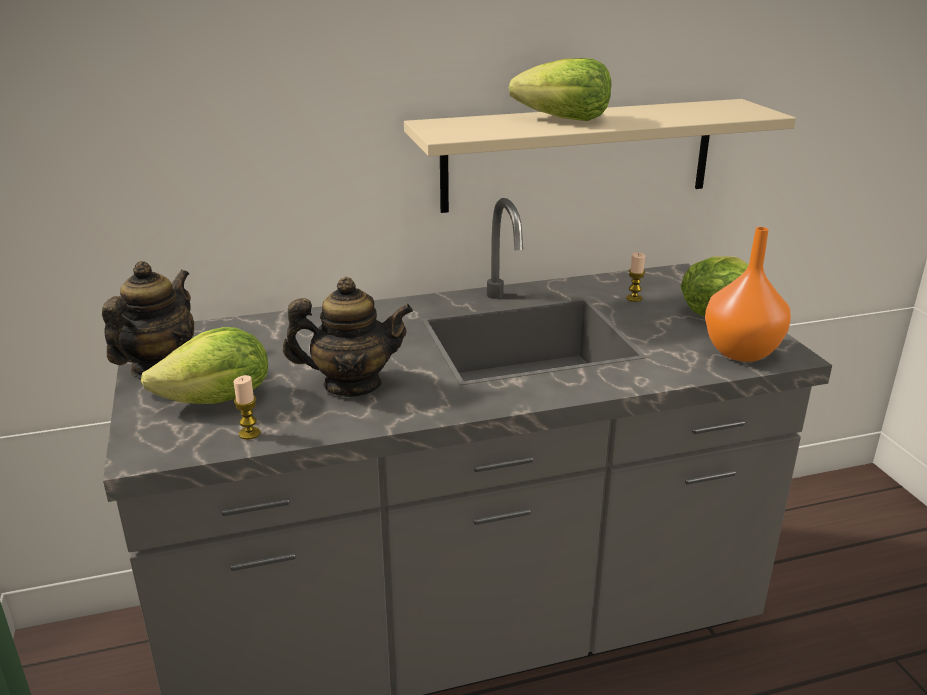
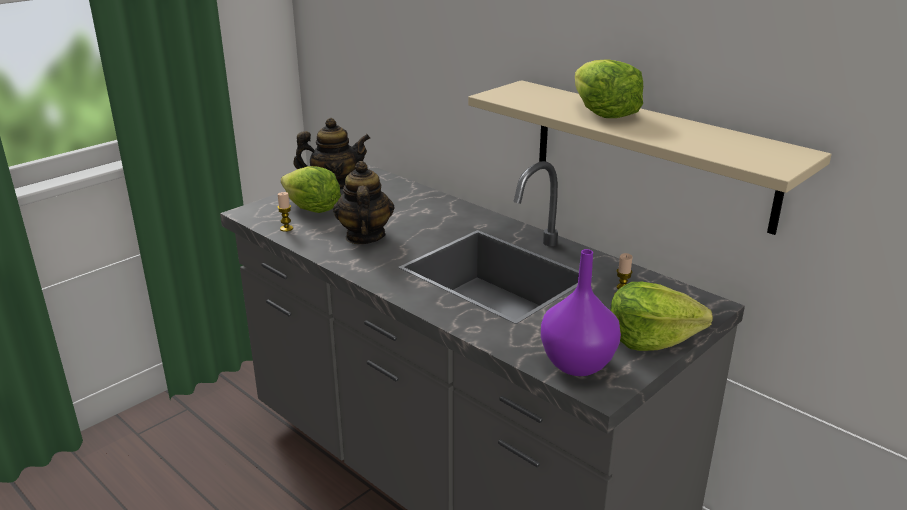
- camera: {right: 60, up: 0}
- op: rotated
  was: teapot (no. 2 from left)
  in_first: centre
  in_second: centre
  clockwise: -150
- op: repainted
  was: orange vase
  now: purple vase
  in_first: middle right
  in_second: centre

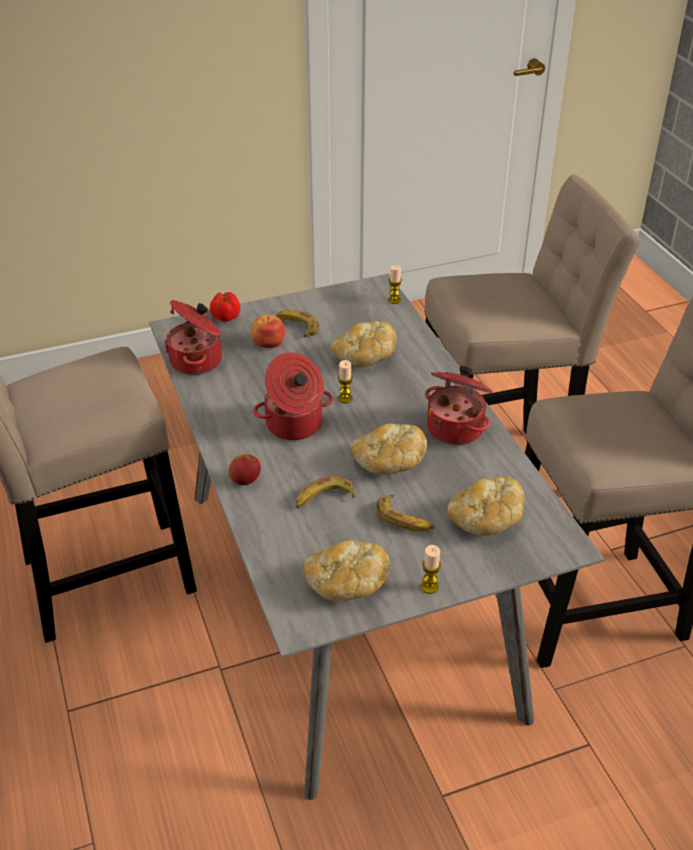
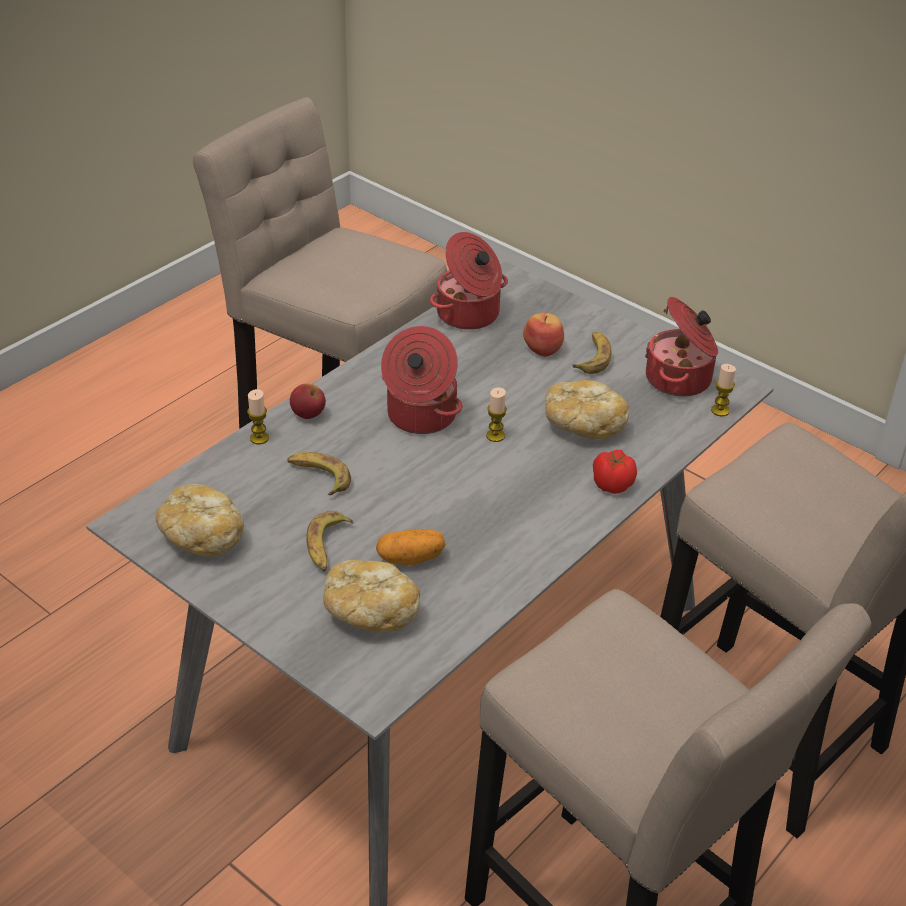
- camera: {right: 60, up: 0}
- op: shifted
  was: tomato
  in_first: middle left
  in_second: middle right
- op: gone
  was: bread (no. 3 from left)
  in_first: centre
- op: shifted
  was: candle (no. 3 from left in the first image)
  now: candle (no. 1 from left)
  in_first: bottom centre
  in_second: middle left
- op: shifted
  was: cooking pot (no. 3 from left)
  in_first: centre
  in_second: middle right
- op: new
  now: potato
  in_second: centre

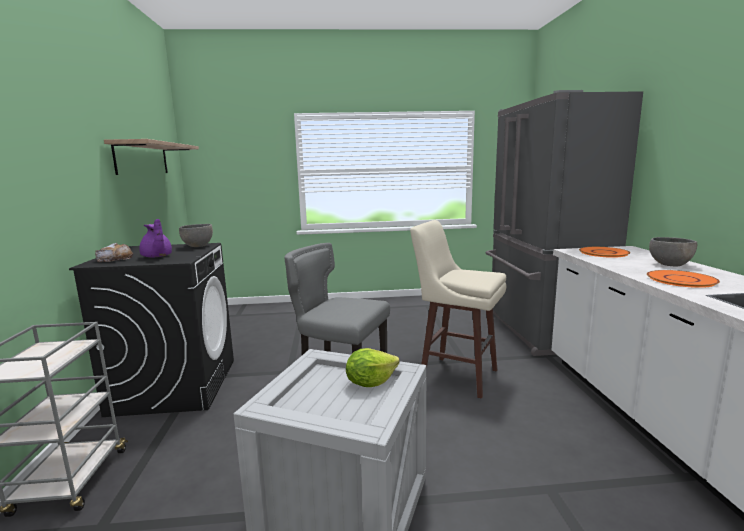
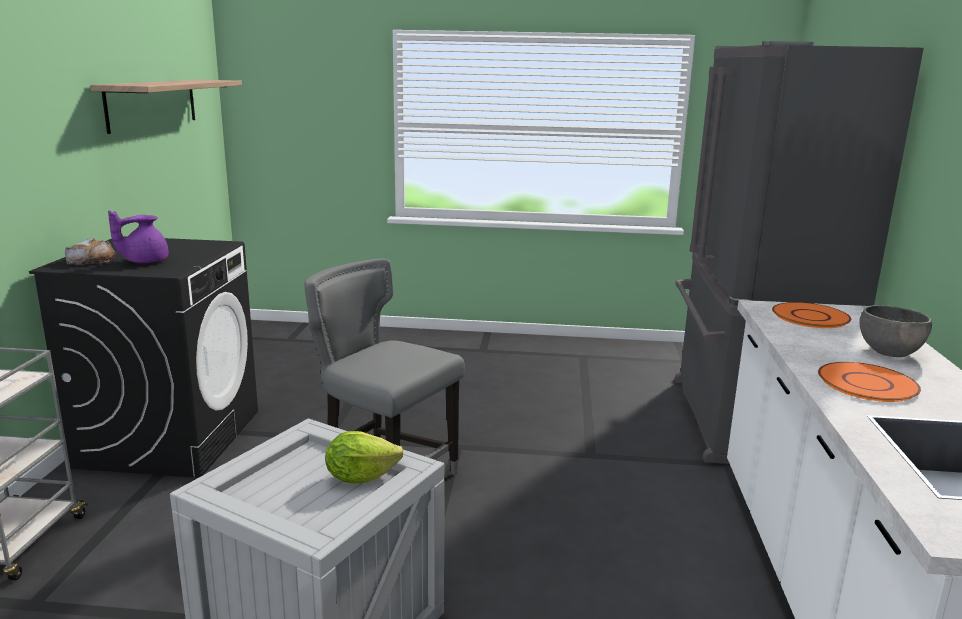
- camera: {right: 10, up: 5}
- op: rotated
  was: purple teapot
  in_first: middle left
  in_second: middle left
  clockwise: 75
- op: gone
  was: grey bowl (no. 1 from left)
  in_first: middle left
- op: gone
  was: beige stool
  in_first: centre

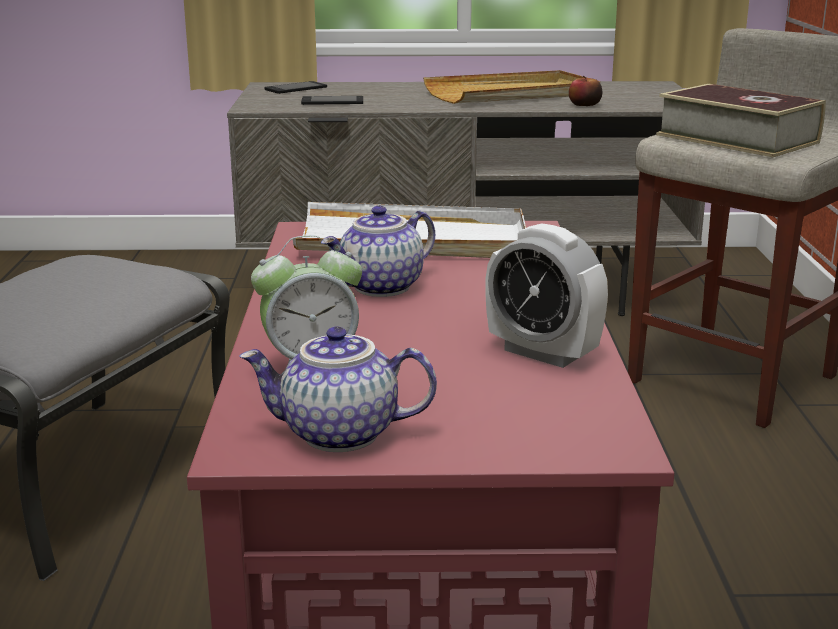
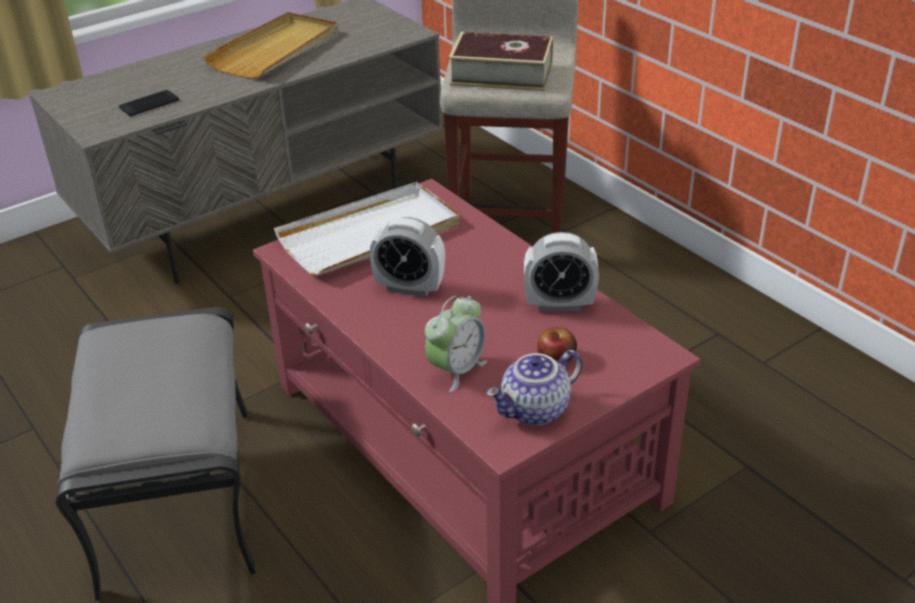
- camera: {right: -35, up: 15}
- op: gone
  was: phone (no. 1 from left)
  in_first: top centre
- op: swapped
  was: teapot (no. 2 from left)
  now: alarm clock (no. 1 from left)
  in_first: centre
  in_second: centre
- op: shifted
  was: apple
  in_first: top right
  in_second: centre

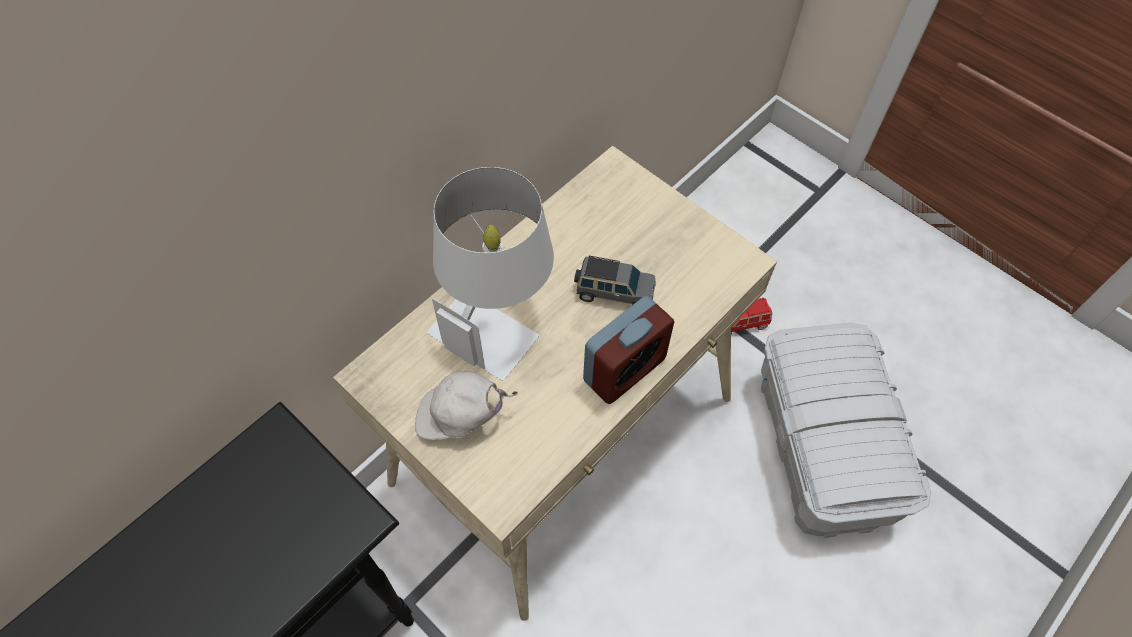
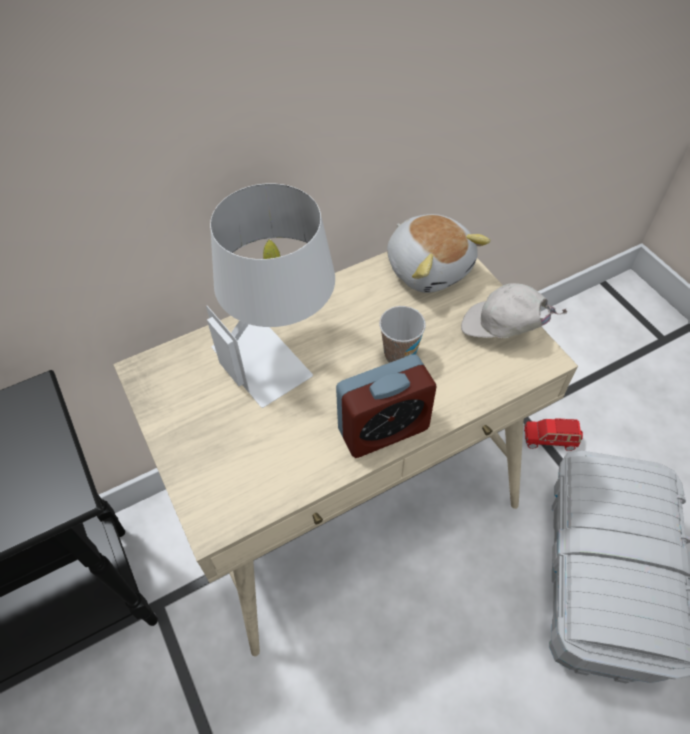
- camera: {right: 20, up: -5}
- op: shifted
  was: white cap
  in_first: centre
  in_second: middle right
- op: swapped
  was: grey toy car
  now: cup
  in_first: centre
  in_second: centre
- op: new
  now: plush toy
  in_second: centre

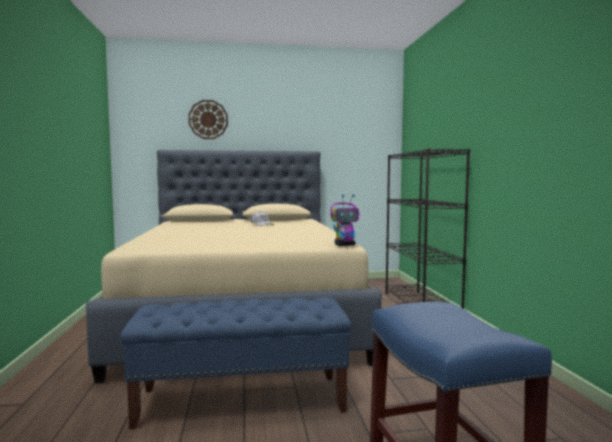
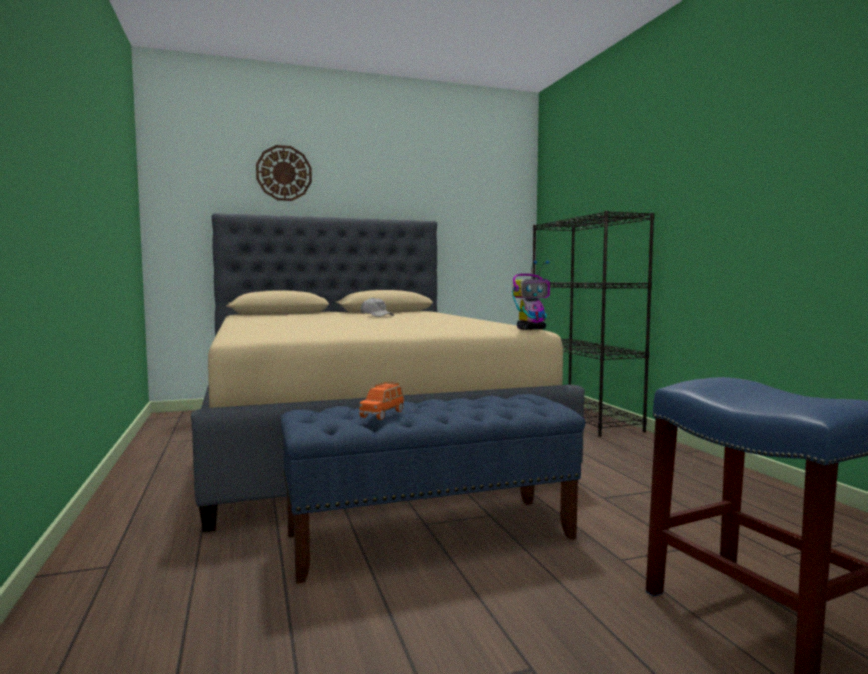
- camera: {right: -10, up: 0}
- op: new
  now: orange toy car
  in_second: centre

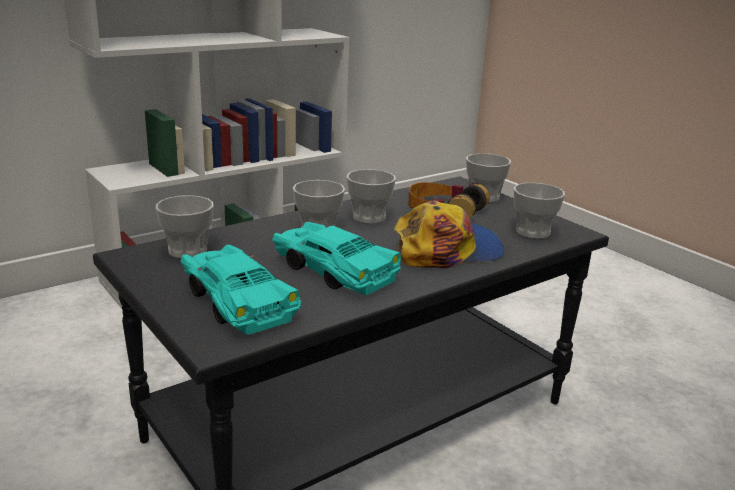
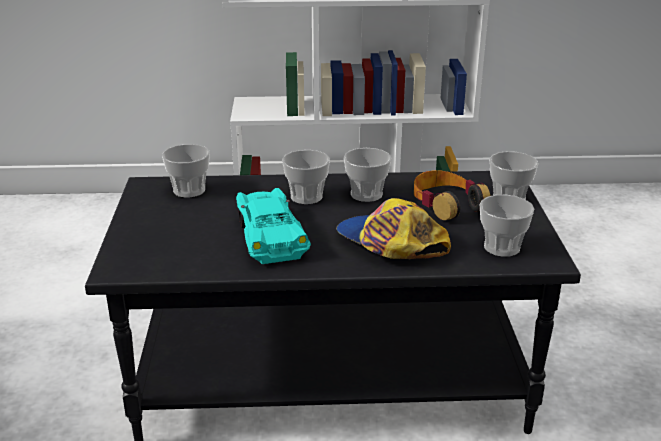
- camera: {right: 35, up: 5}
- op: gone
  was: turquoise toy car (no. 1 from left)
  in_first: middle left
- op: rotated
  was: cap
  in_first: centre
  in_second: centre
  clockwise: -150

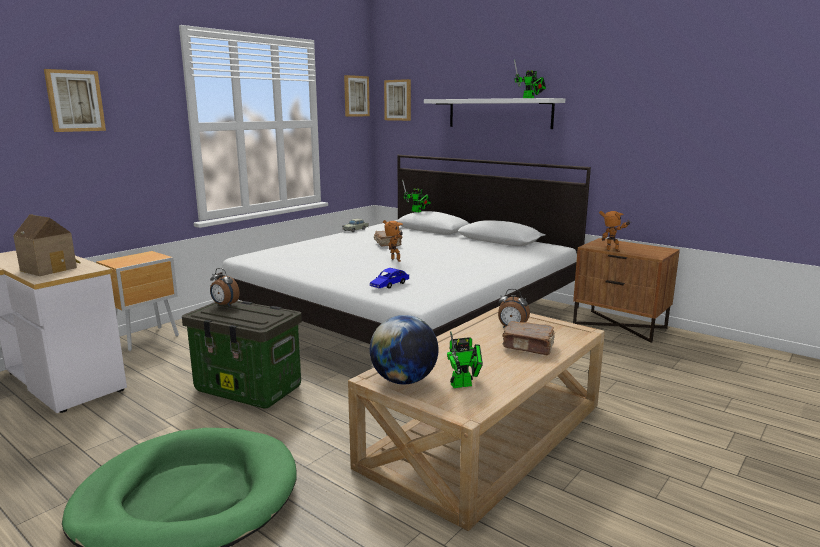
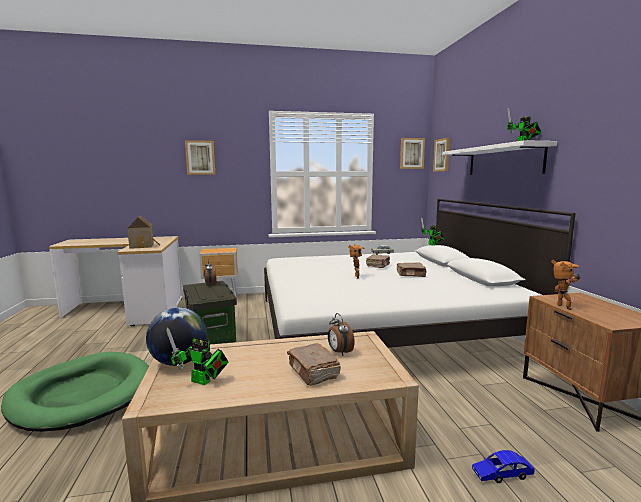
- camera: {right: 40, up: -5}
- op: shifted
  was: blue toy car
  in_first: centre
  in_second: bottom right
- op: new
  now: brown book (no. 3 from left)
  in_second: centre

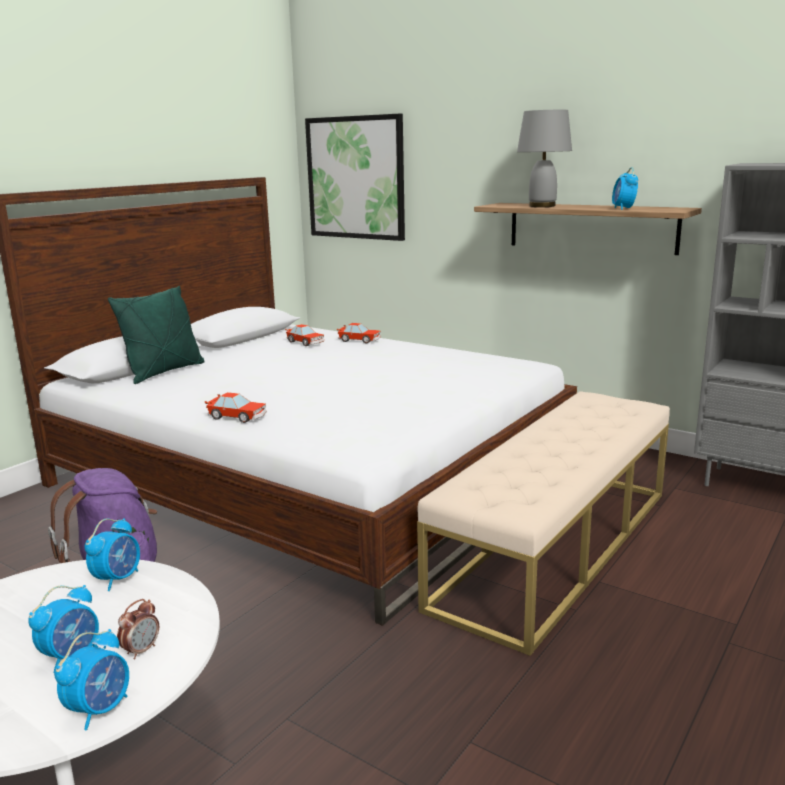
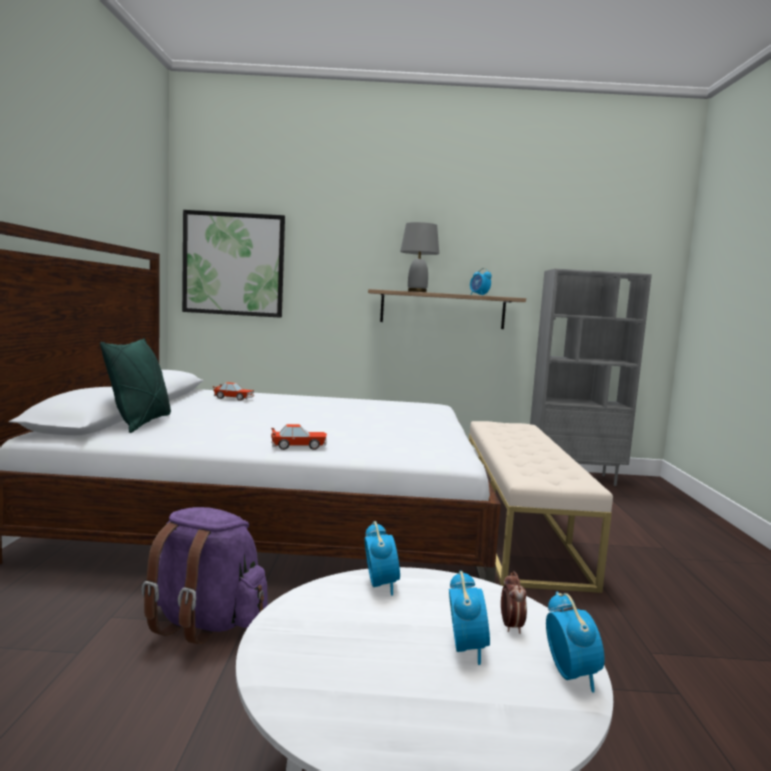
- camera: {right: -35, up: -10}
- op: gone
  was: toy car (no. 3 from left)
  in_first: centre

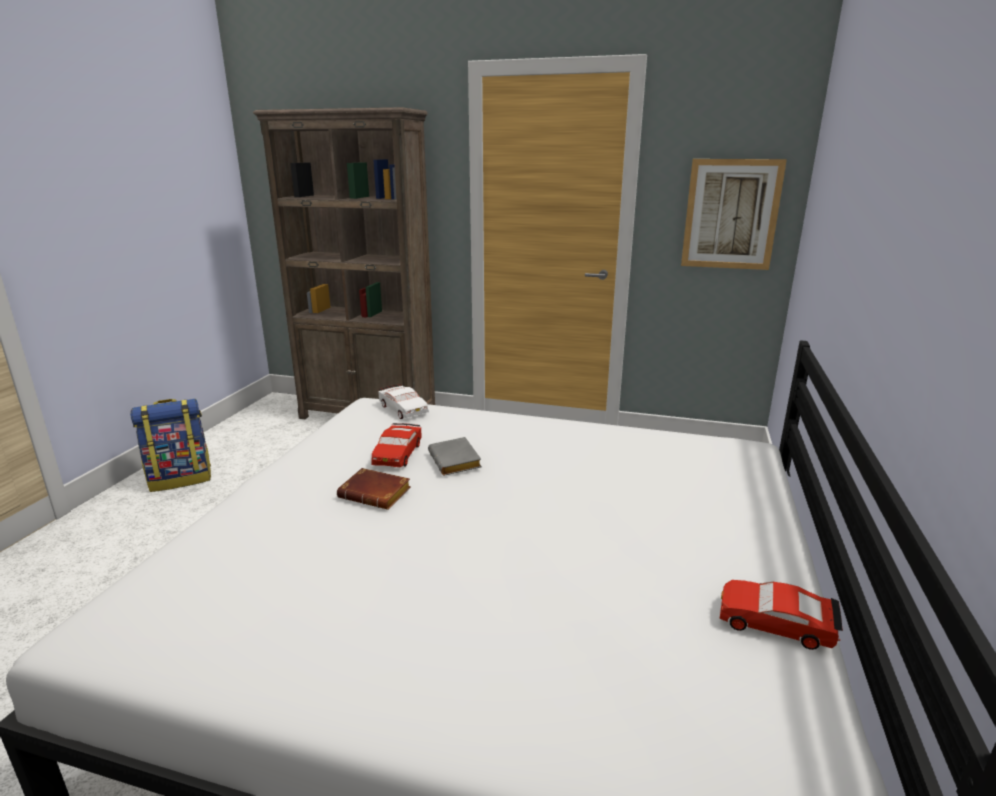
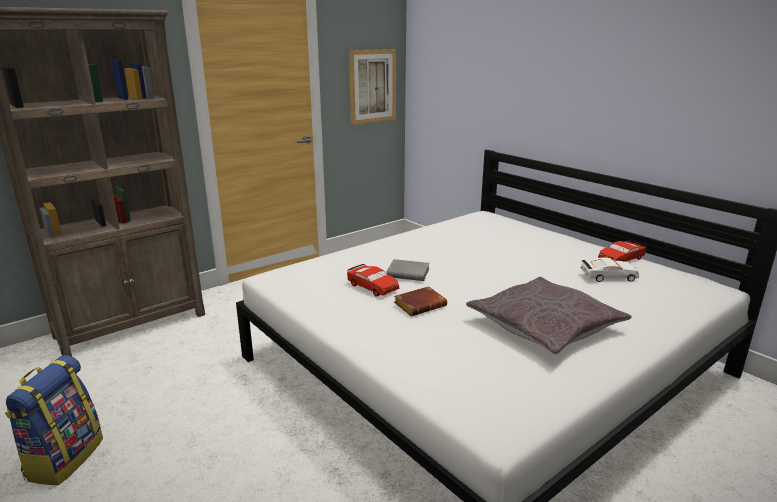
- camera: {right: -55, up: 0}
- op: shifted
  was: white toy car
  in_first: centre
  in_second: middle right
- op: new
  now: grey pillow
  in_second: middle right

